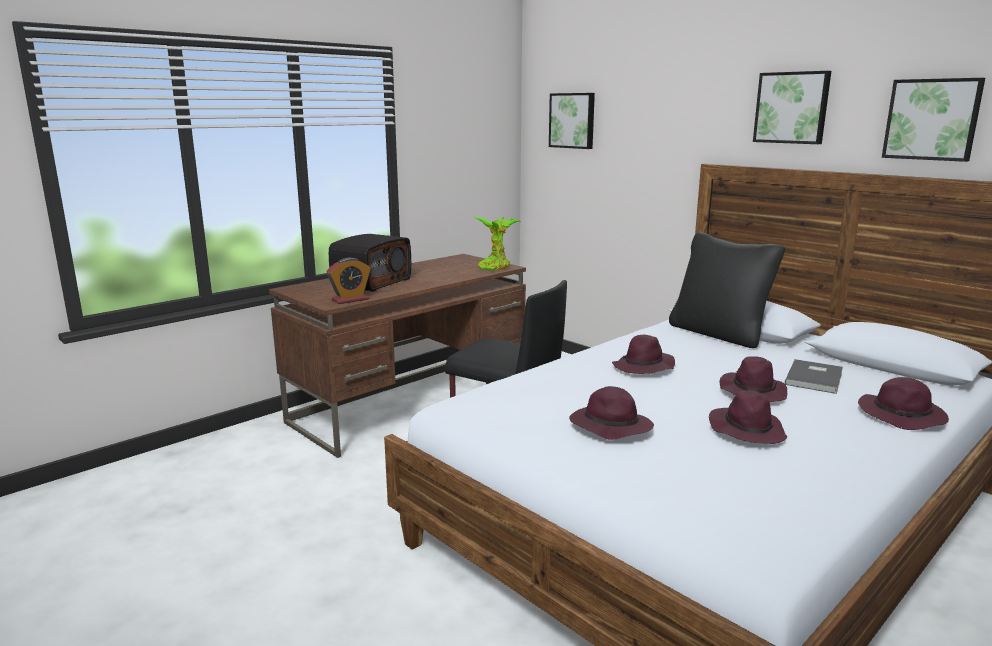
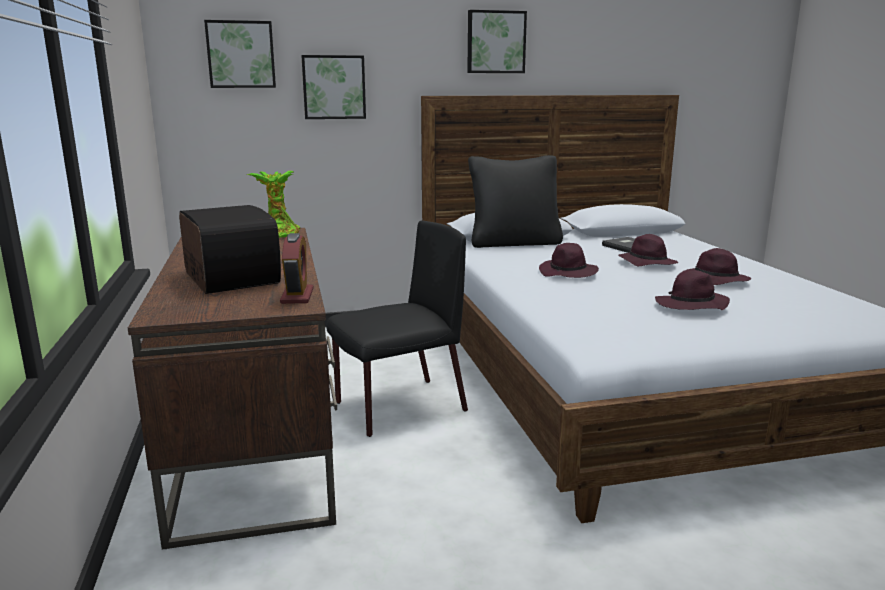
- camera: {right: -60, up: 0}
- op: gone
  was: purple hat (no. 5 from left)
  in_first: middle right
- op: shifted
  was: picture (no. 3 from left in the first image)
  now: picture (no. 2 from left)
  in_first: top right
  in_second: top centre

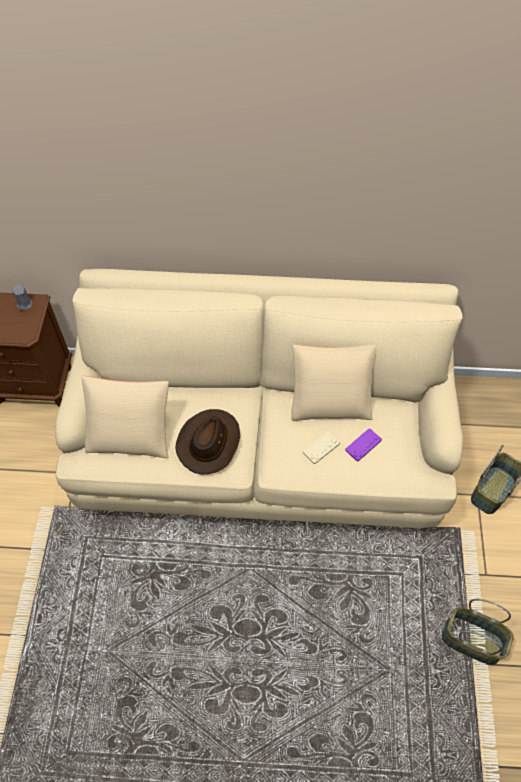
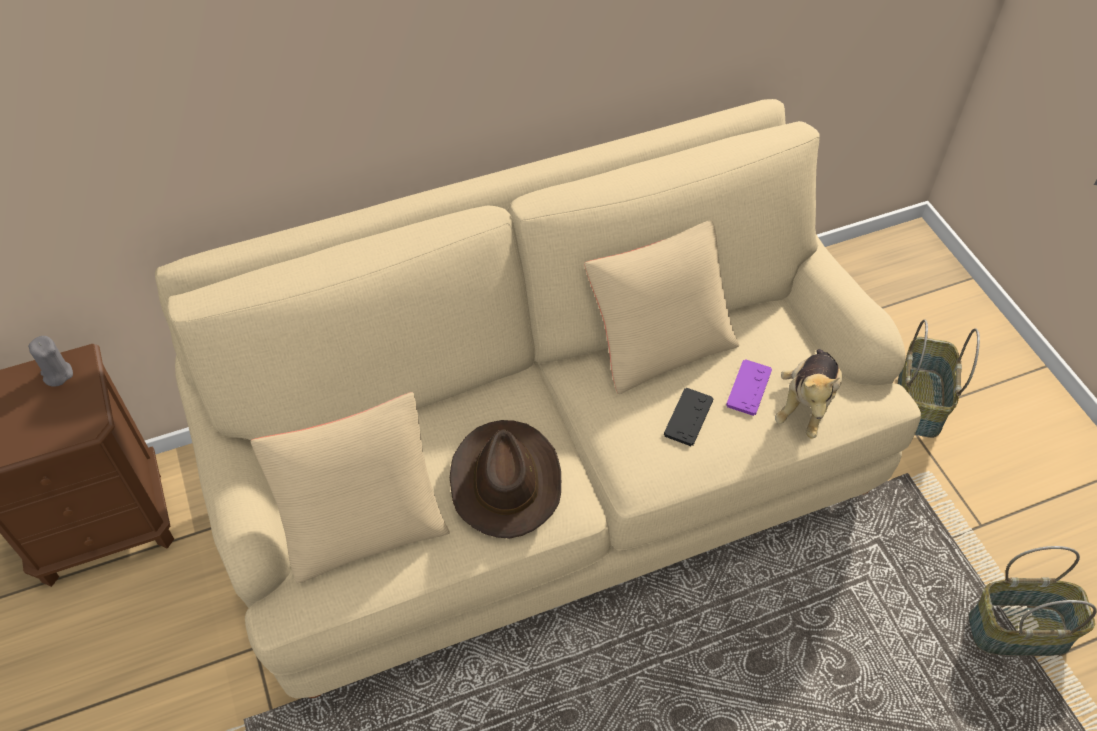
- camera: {right: -25, up: -5}
- op: repainted
  was: beige game controller
  now: black game controller
  in_first: centre
  in_second: centre
- op: new
  now: plush toy
  in_second: middle right

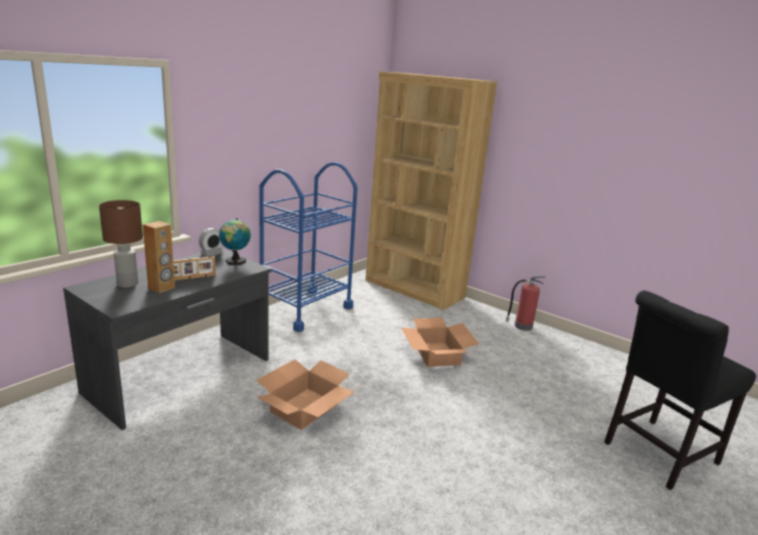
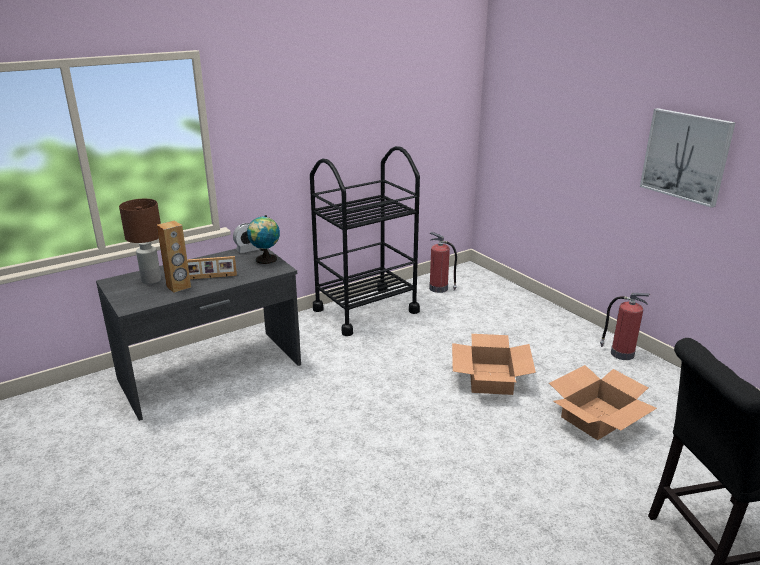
- camera: {right: 20, up: 5}
- op: shifted
  was: cardboard box (no. 1 from left in the first image)
  now: cardboard box (no. 2 from left)
  in_first: bottom centre
  in_second: bottom right
- op: repainted
  was: blue cart
  now: black cart
  in_first: centre
  in_second: centre
- op: gone
  was: brown bookcase
  in_first: centre
- op: new
  now: fire extinguisher (no. 1 from left)
  in_second: centre
- op: new
  now: picture
  in_second: top right

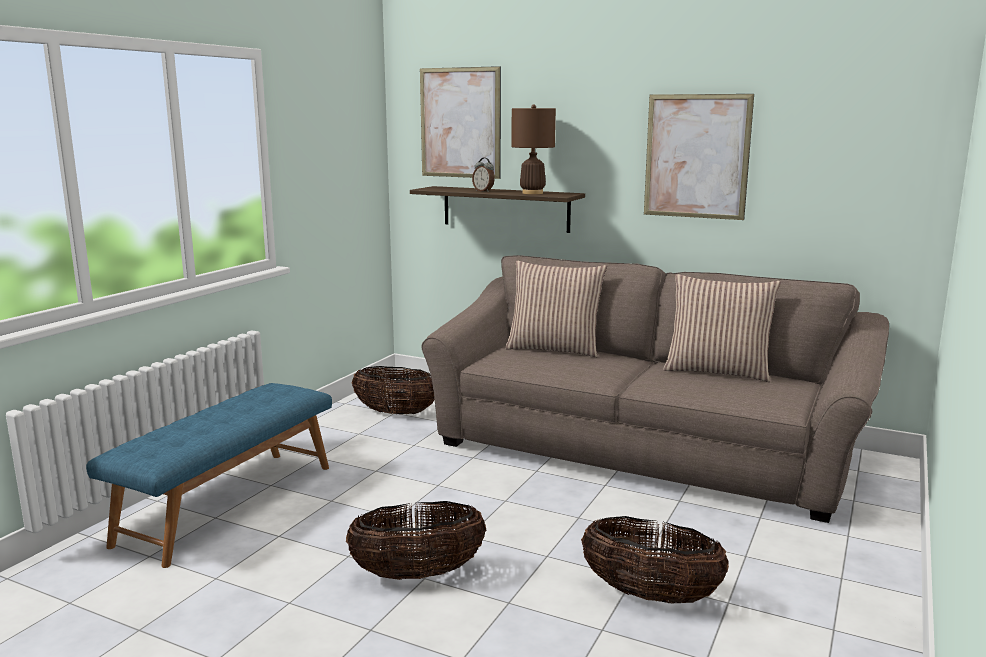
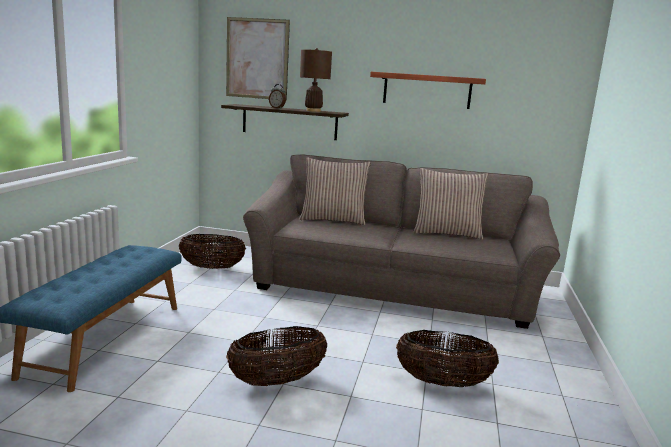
- camera: {right: -15, up: 0}
- op: swapped
  was: picture (no. 2 from left)
  now: shelf (no. 2 from left)
  in_first: top right
  in_second: top centre

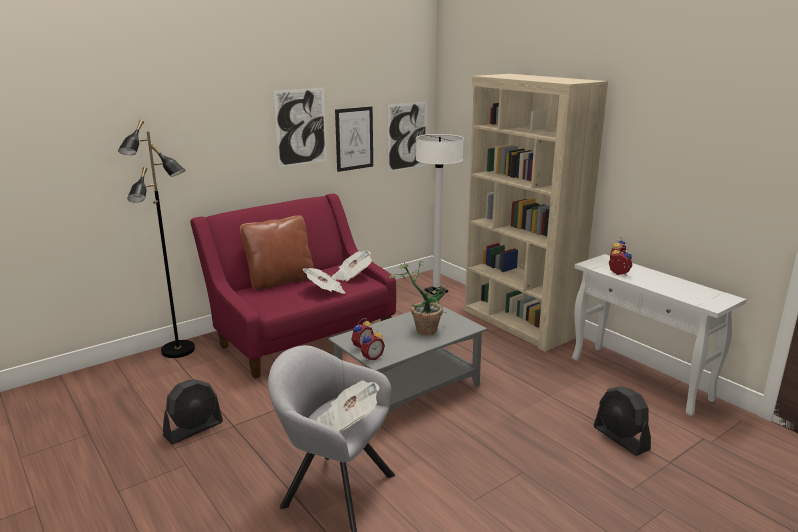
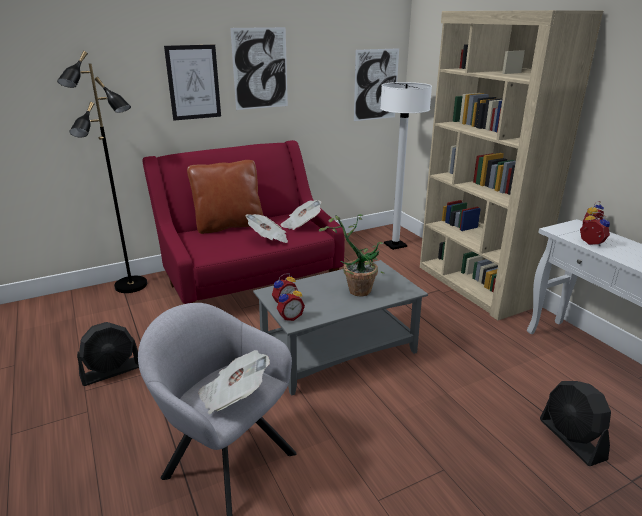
- camera: {right: 10, up: 5}
- op: shifted
  was: picture (no. 2 from left in the first image)
  now: picture (no. 1 from left)
  in_first: top centre
  in_second: top left

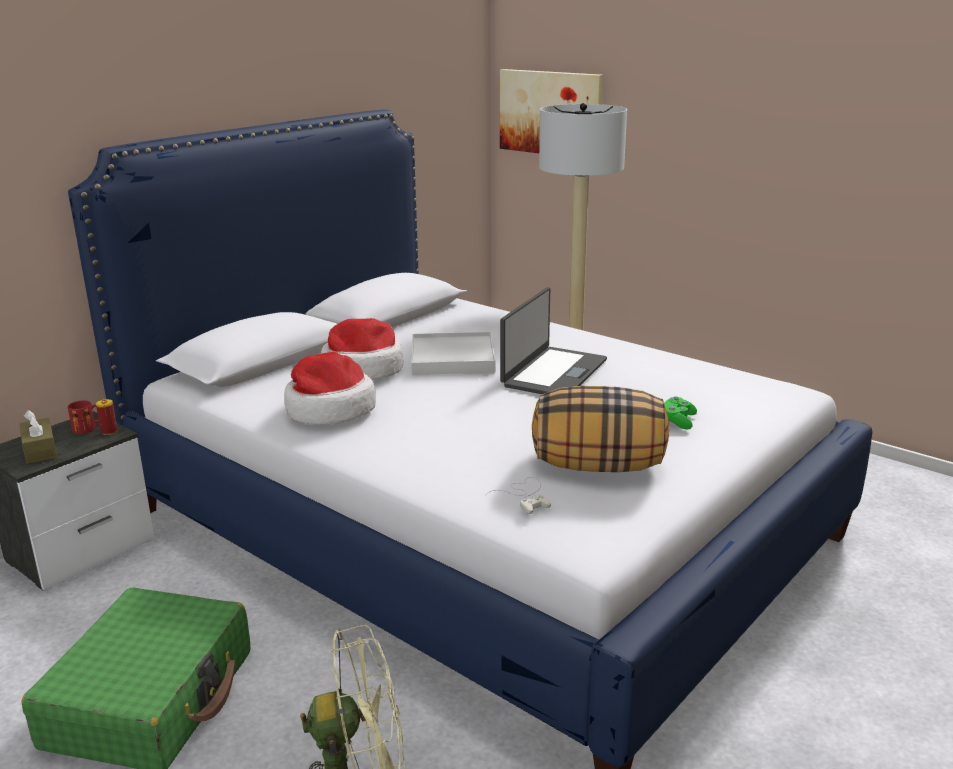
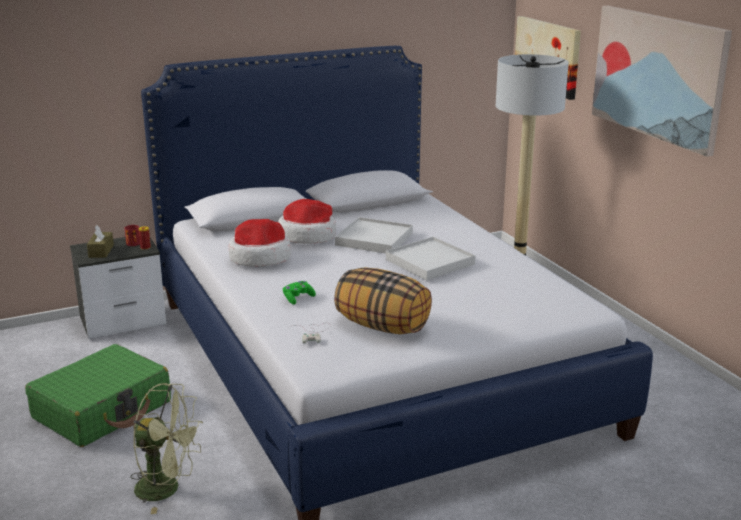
- camera: {right: 25, up: 0}
- op: swapped
  was: laptop
  now: white tray (no. 2 from left)
  in_first: centre
  in_second: centre
- op: shifted
  was: green game controller
  in_first: middle right
  in_second: centre
- op: new
  now: picture (no. 2 from left)
  in_second: top right

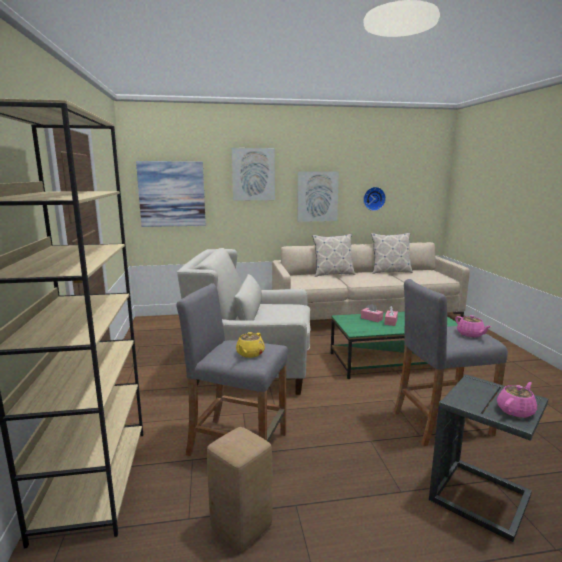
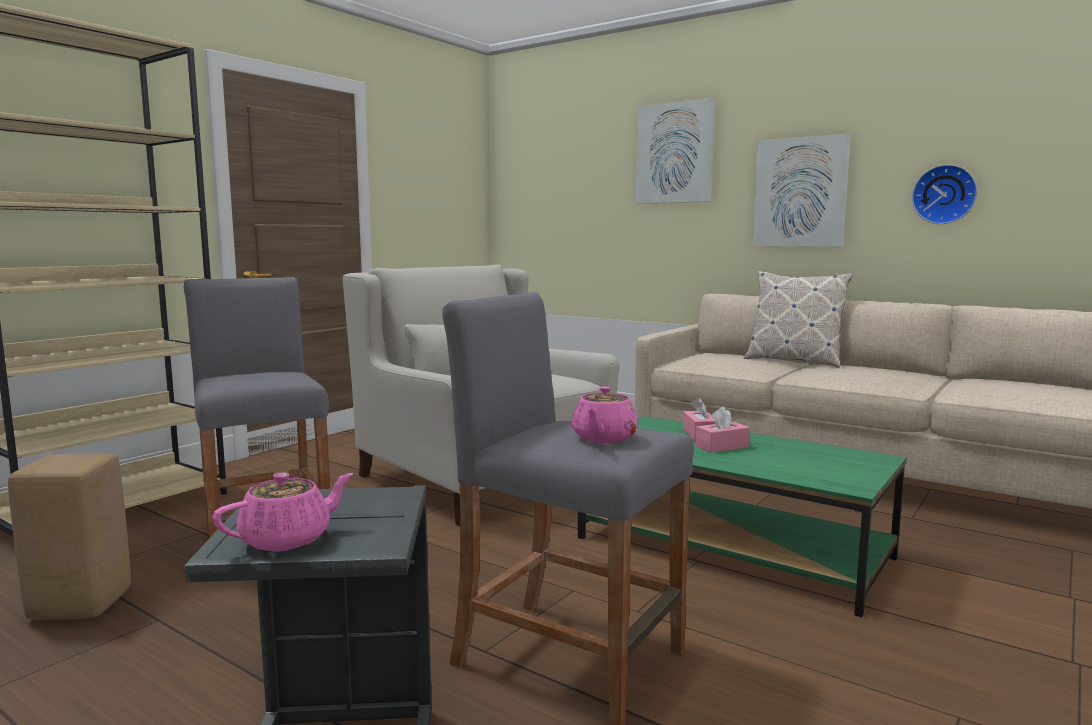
- camera: {right: 45, up: -5}
- op: gone
  was: picture (no. 1 from left)
  in_first: middle left
- op: gone
  was: yellow teapot
  in_first: centre
- op: gone
  was: pillow (no. 2 from left)
  in_first: middle right
- op: rotated
  was: pink teapot (no. 2 from left in the first image)
  in_first: bottom right
  in_second: bottom left
  clockwise: -45

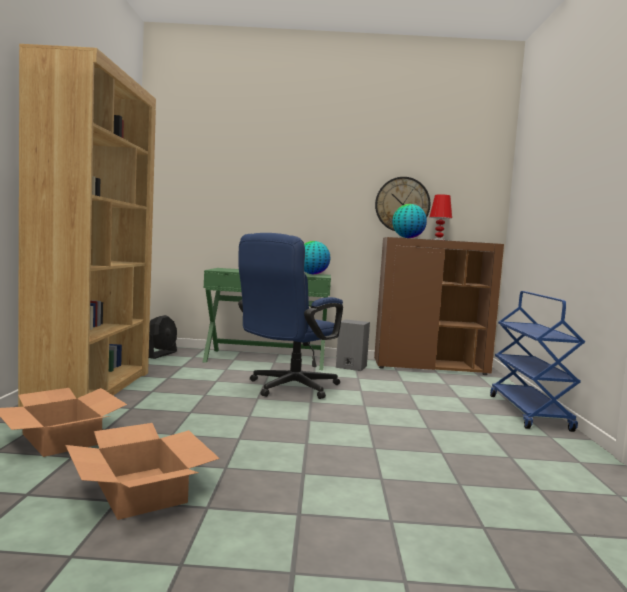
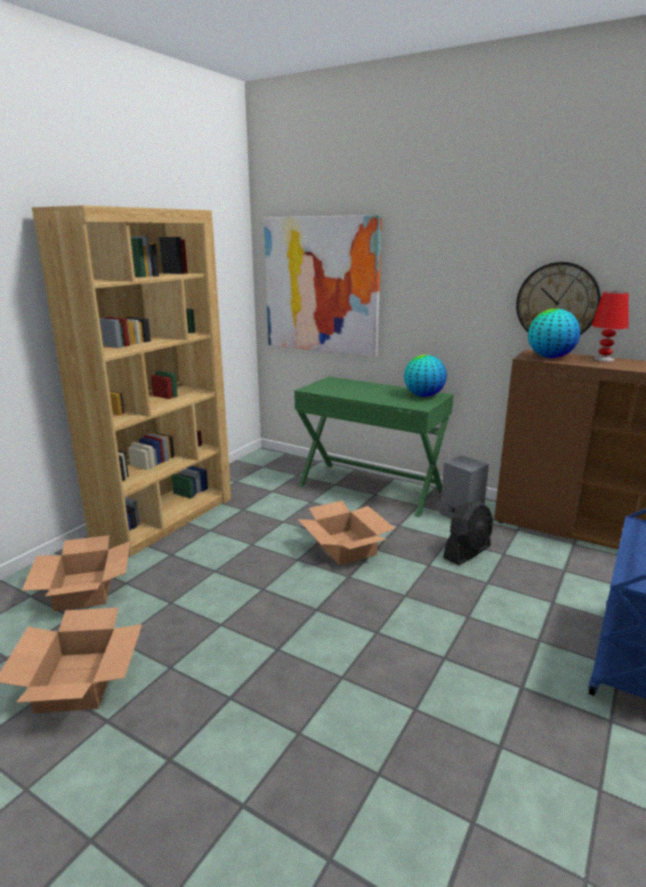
- camera: {right: 30, up: 15}
- op: shifted
  was: black fan
  in_first: middle left
  in_second: middle right
- op: swapped
  was: blue office chair
  now: cardboard box (no. 3 from left)
  in_first: centre
  in_second: centre
- op: new
  now: picture
  in_second: top centre

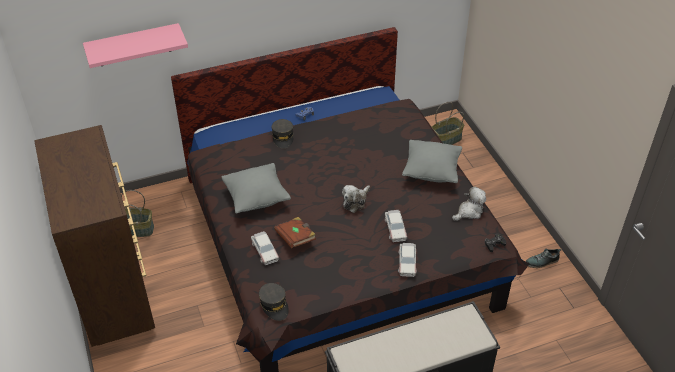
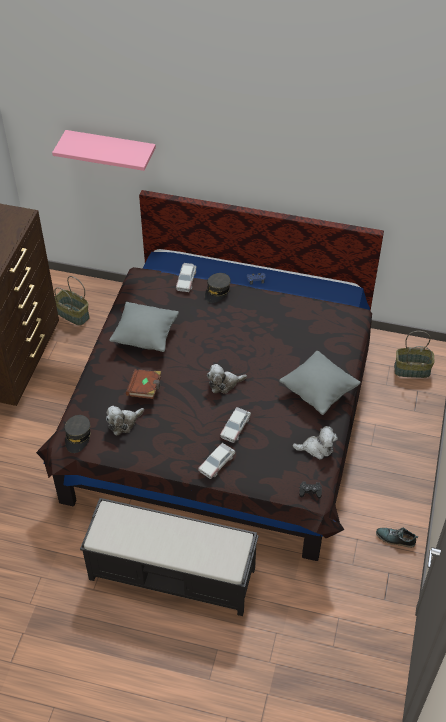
- camera: {right: 35, up: 5}
- op: shifted
  was: toy car (no. 1 from left)
  in_first: bottom centre
  in_second: centre
- op: new
  now: plush toy (no. 1 from left)
  in_second: middle left

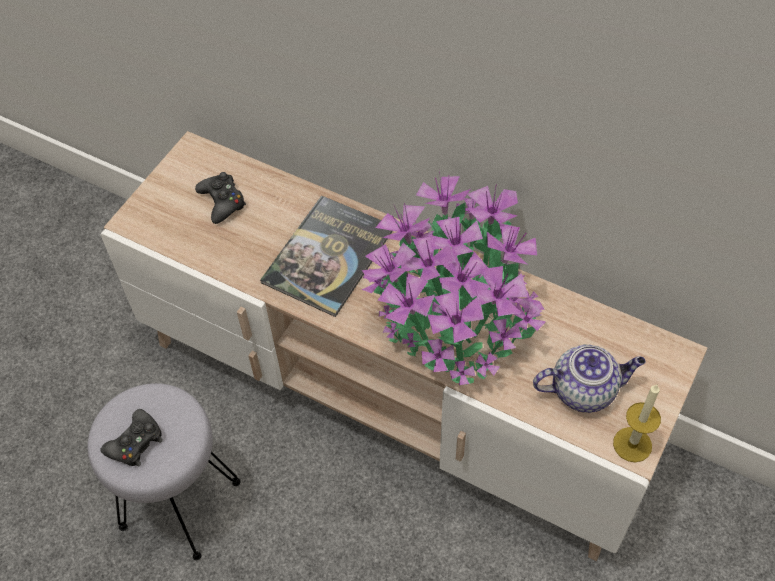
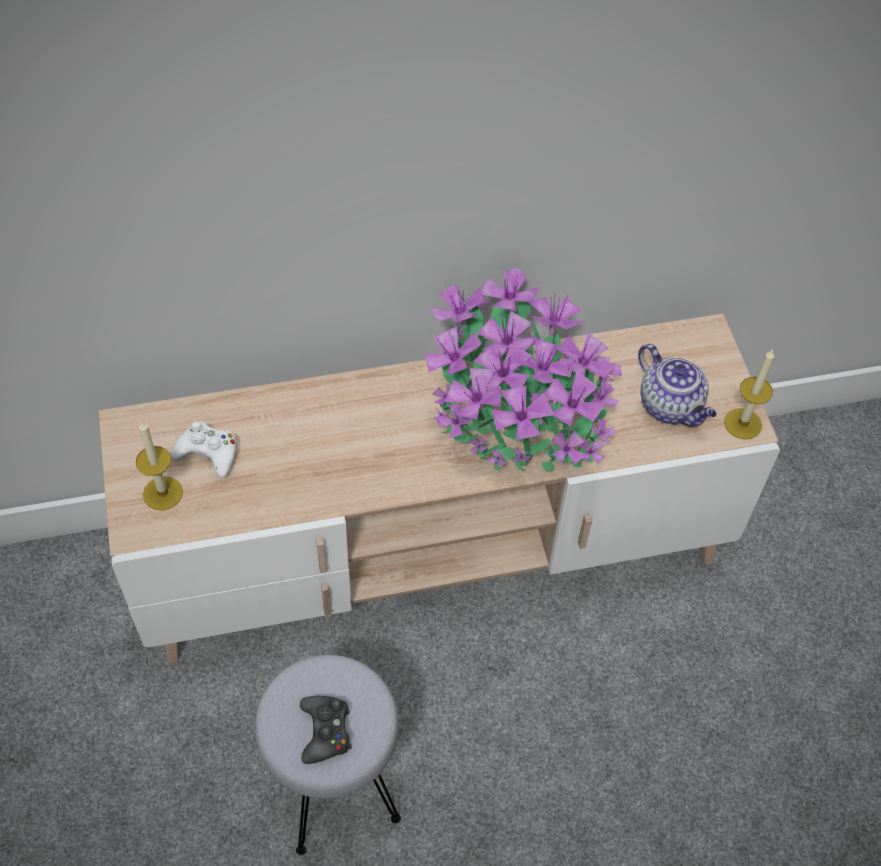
- camera: {right: -45, up: 0}
- op: repainted
  was: black game controller (no. 2 from left)
  now: white game controller
  in_first: middle left
  in_second: middle left
- op: gone
  was: book
  in_first: centre
- op: rotated
  was: teapot
  in_first: middle right
  in_second: middle right
  clockwise: 105
- op: new
  now: candle (no. 1 from left)
  in_second: middle left

